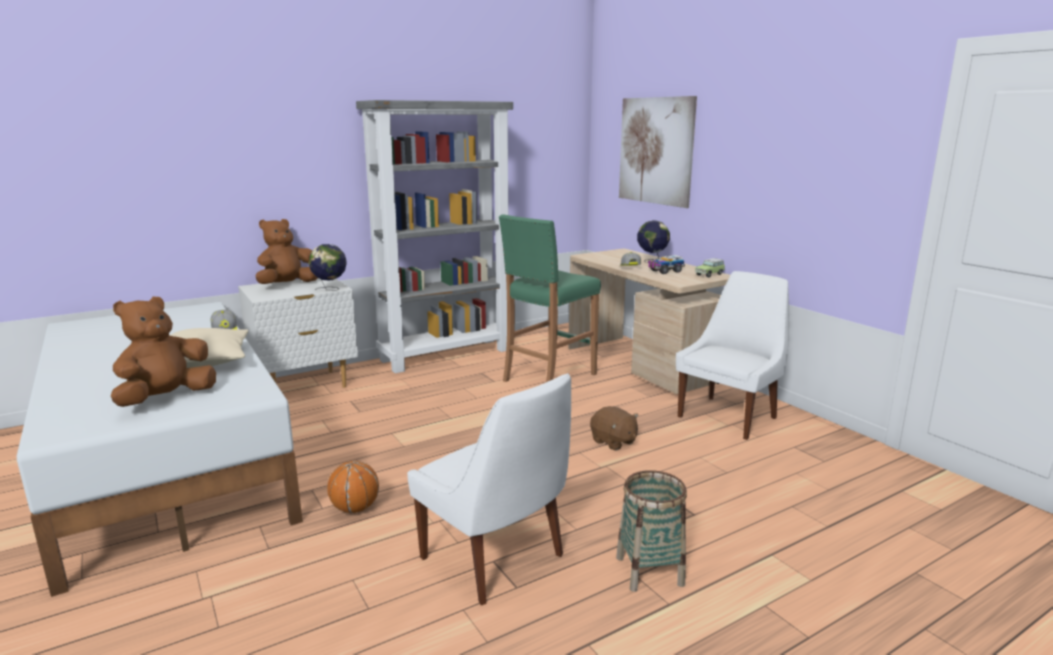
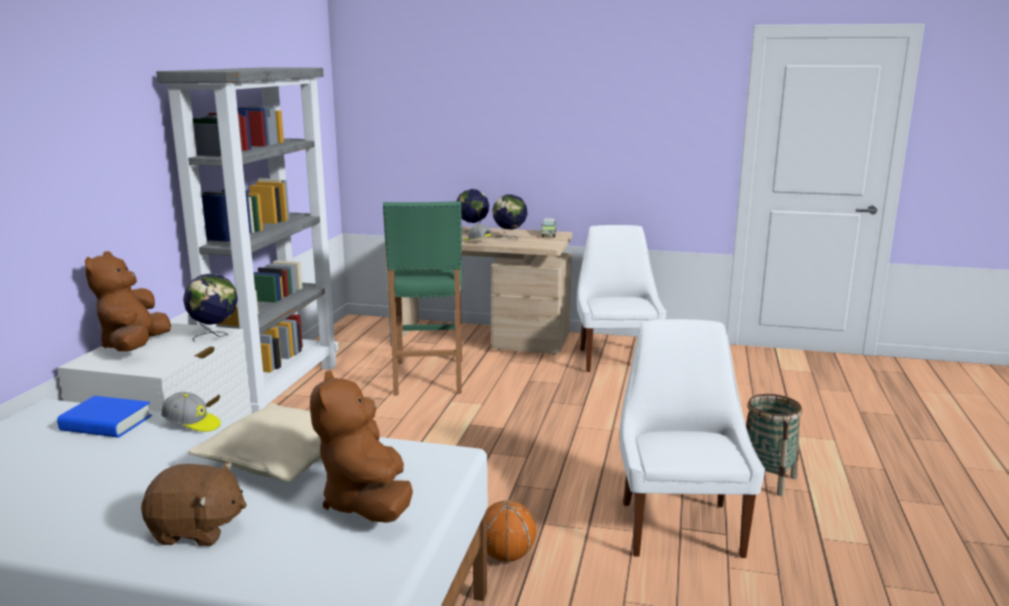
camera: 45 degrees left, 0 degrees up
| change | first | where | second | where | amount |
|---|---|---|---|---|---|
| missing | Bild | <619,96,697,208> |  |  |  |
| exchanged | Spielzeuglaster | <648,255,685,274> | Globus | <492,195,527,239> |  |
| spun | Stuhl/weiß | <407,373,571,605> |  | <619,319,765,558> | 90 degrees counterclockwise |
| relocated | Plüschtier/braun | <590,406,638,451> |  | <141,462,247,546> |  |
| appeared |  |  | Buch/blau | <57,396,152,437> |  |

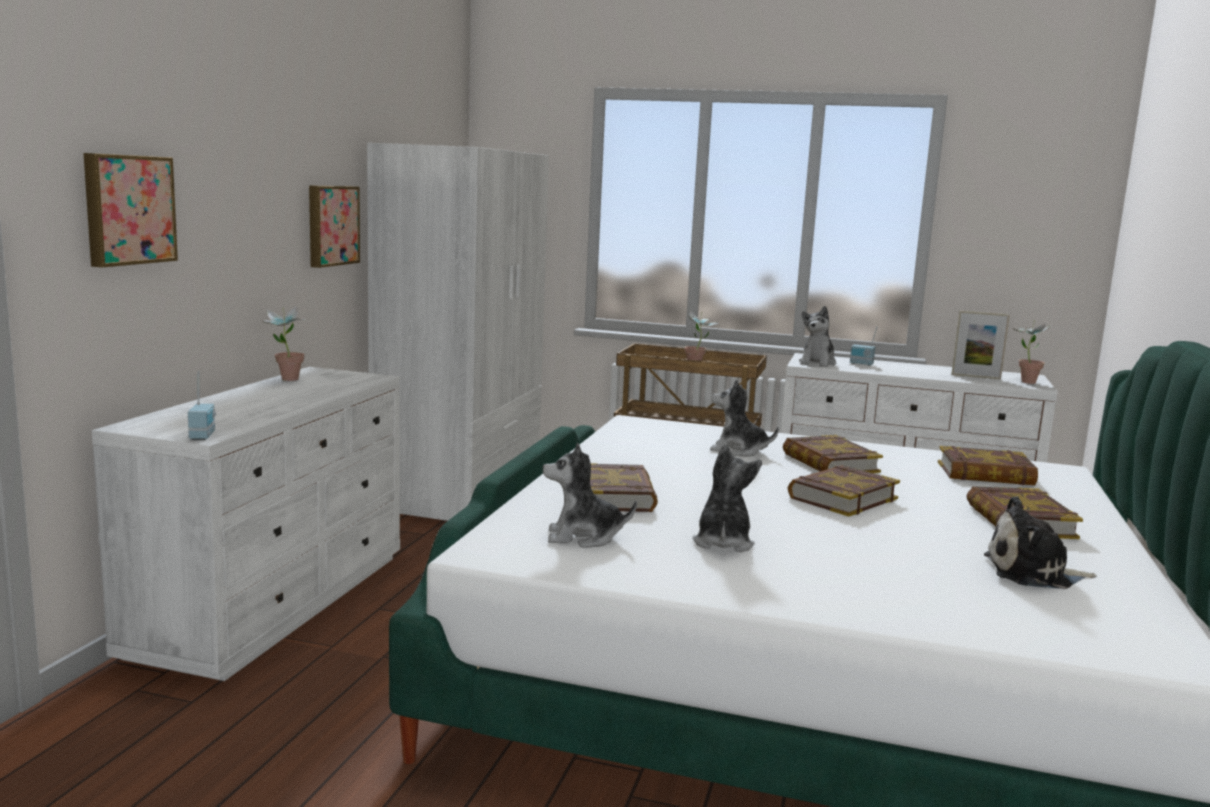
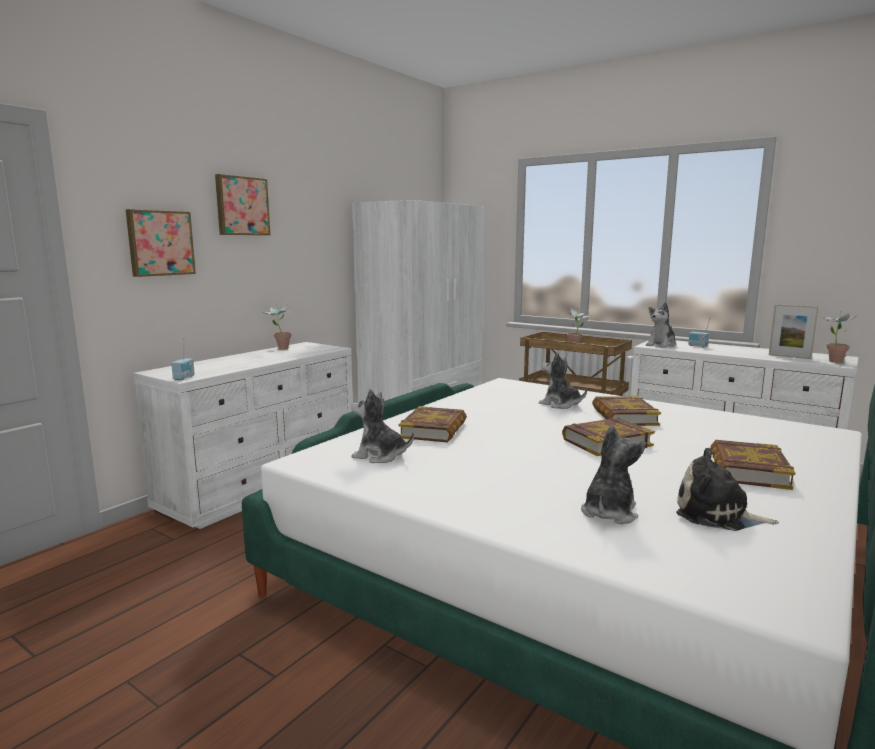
camera: 20 degrees right, 0 degrees up
| change | first | where | second | where | amount |
|---|---|---|---|---|---|
| relocated | Bild | <309,185,360,268> |  | <215,174,270,235> |  |
| relocated | Plüschtier | <692,444,762,552> |  | <581,425,646,524> |  |
| missing | Buch | <938,446,1038,485> |  |  |  |

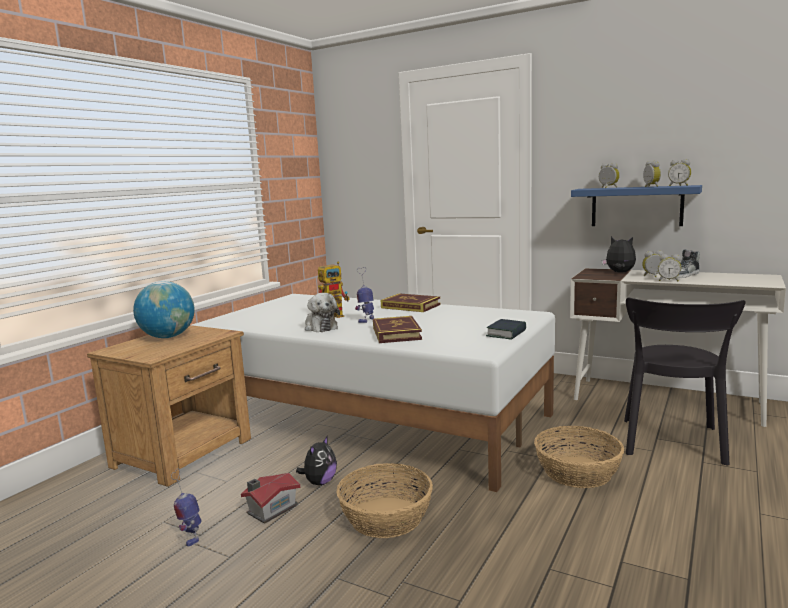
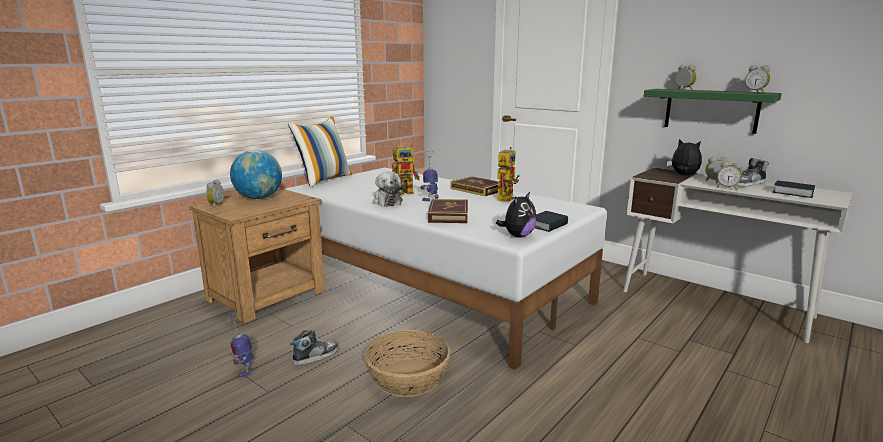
camera: 10 degrees right, 5 degrees up
| change | first | where | second | where | amount |
|---|---|---|---|---|---|
| relocated | Wecker | <643,161,661,187> |  | <206,180,224,208> |  |
| colour | Wandregal/blau | <571,185,702,226> | Wandregal/grün | <644,89,782,134> |  |
| missing | Stuhl/schwarz | <624,298,746,466> |  |  |  |
| missing | Korb | <534,426,624,488> |  |  |  |
| relocated | Plüschtier | <296,435,337,485> |  | <496,192,536,238> |  |
| exchanged | Spielzeughaus | <241,473,300,524> | Schuh | <290,330,339,366> |  |
| appeared |  |  | Kissen | <288,116,352,188> |  |
| appeared |  |  | Spielzeugroboter | <497,147,520,202> |  |
| appeared |  |  | Buch | <773,180,815,198> |  |

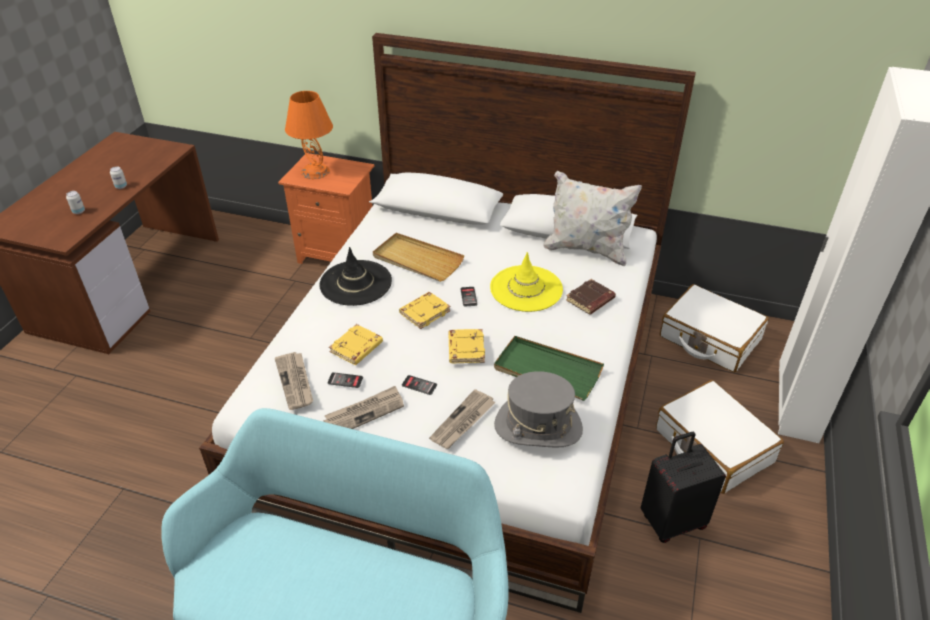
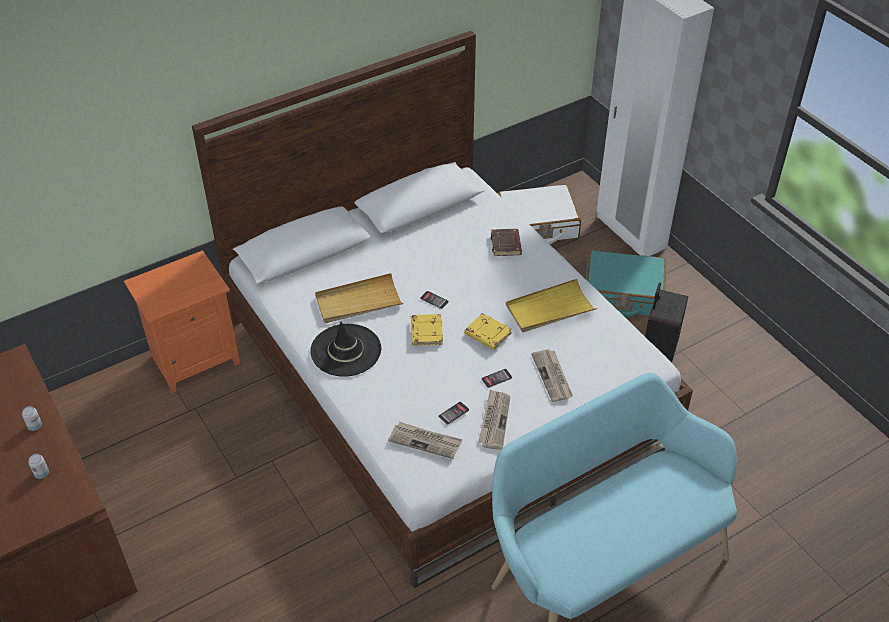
camera: 50 degrees left, 5 degrees up
| change | first | where | second | where | amount |
|---|---|---|---|---|---|
| missing | Tischlampe/orange | <285,91,333,179> |  |  |  |
| missing | Kissen/weiß | <543,171,642,267> |  |  |  |
| missing | Hut/gelb | <490,252,563,312> |  |  |  |
| missing | Buch/gelb | <329,324,383,365> |  |  |  |
| colour | Tablett/grün | <494,336,604,401> | Tablett/gelb | <506,279,597,332> |  |
| missing | Hut/grau | <494,371,583,448> |  |  |  |
| colour | Koffer/weiß | <656,380,784,494> | Koffer/türkis | <586,250,666,317> |  |

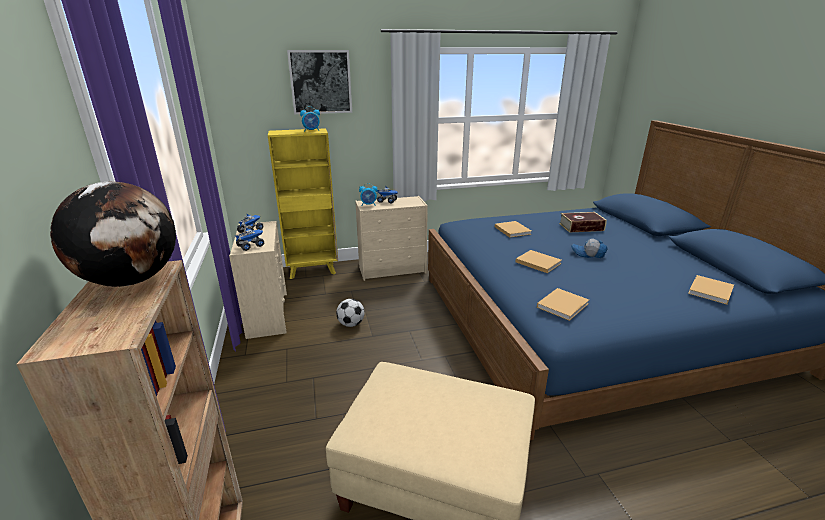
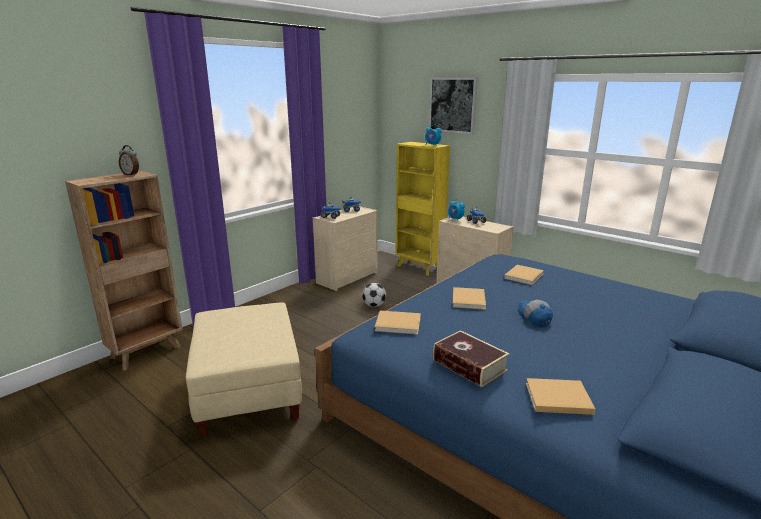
camera: 55 degrees right, 5 degrees down
| change | first | where | second | where | amount |
|---|---|---|---|---|---|
| exchanged | Globus | <50,182,176,287> | Wecker | <119,145,139,176> |  |
| relocated | Buch | <559,212,607,233> |  | <433,330,509,387> |  |

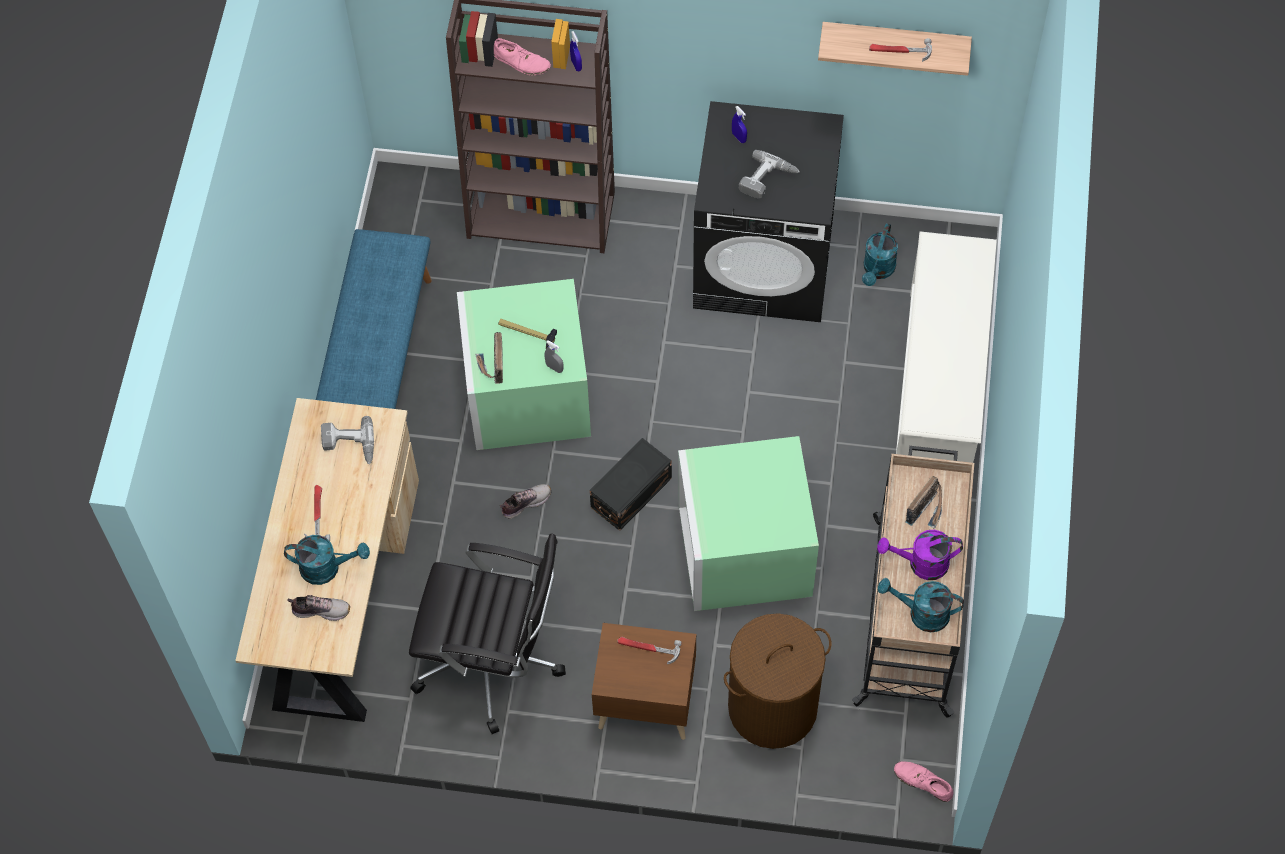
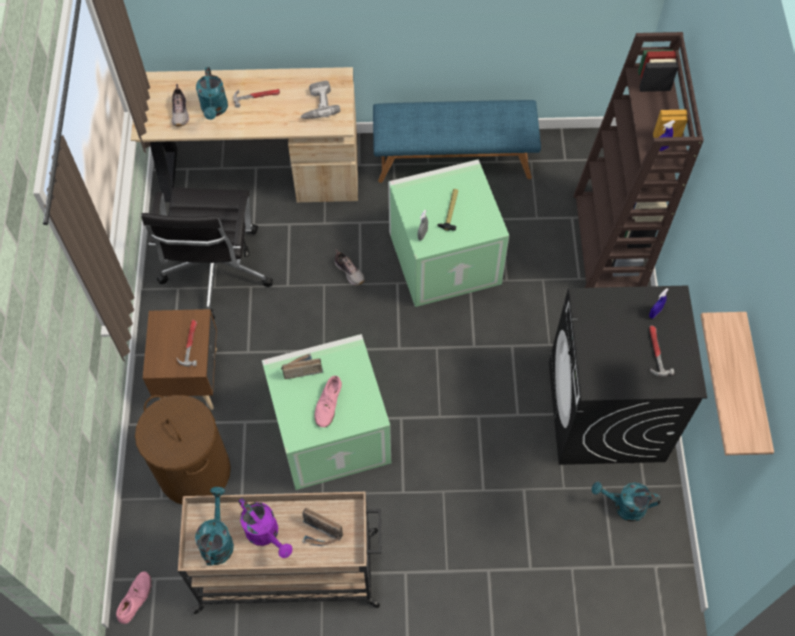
camera: 80 degrees right, 0 degrees up
| change | first | where | second | where | amount |
|---|---|---|---|---|---|
| relocated | Schuh/rosa | <494,38,551,75> |  | <315,376,342,427> |  |
| relocated | Hammer | <869,38,932,62> |  | <649,326,674,377> |  |
| missing | Bohrmaschine | <739,150,800,199> |  |  |  |
| missing | Schuhregal/weiß | <896,231,997,463> |  |  |  |
| relocated | Radio | <476,332,503,384> |  | <281,353,323,379> |  |
| missing | Aufbewahrungsbox/schwarz | <590,438,672,531> |  |  |  |
| spun | Gießkanne/lila | <877,530,963,580> |  | <238,498,292,558> | 150 degrees clockwise |

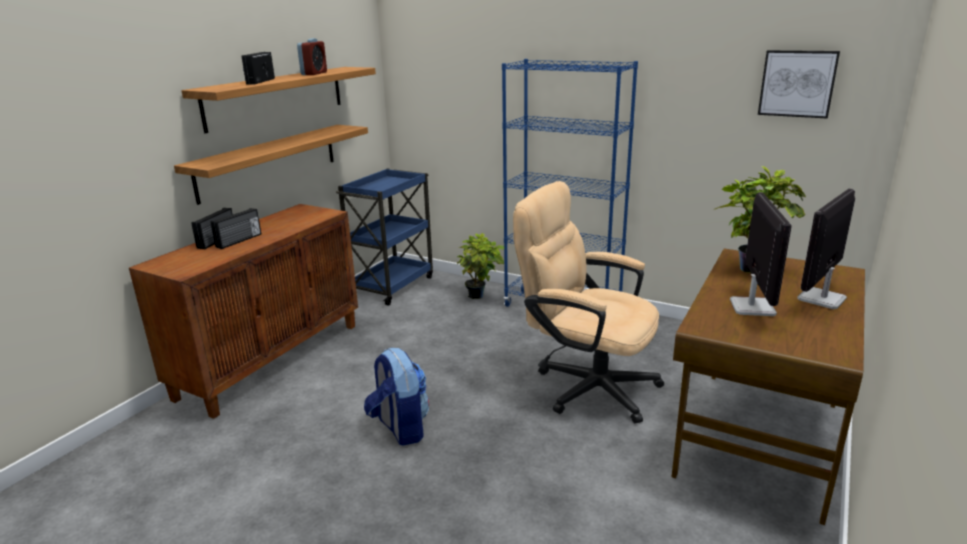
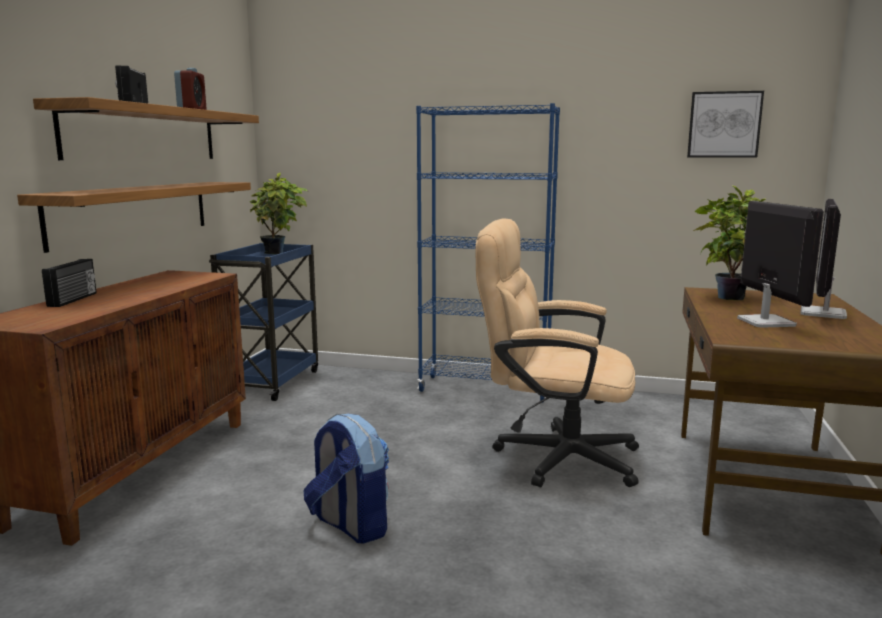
camera: 15 degrees left, 10 degrees down
| change | first | where | second | where | amount |
|---|---|---|---|---|---|
| missing | Radio | <211,208,261,249> |  |  |  |
| relocated | Topfpflanze | <457,233,504,299> |  | <250,172,308,254> |  |

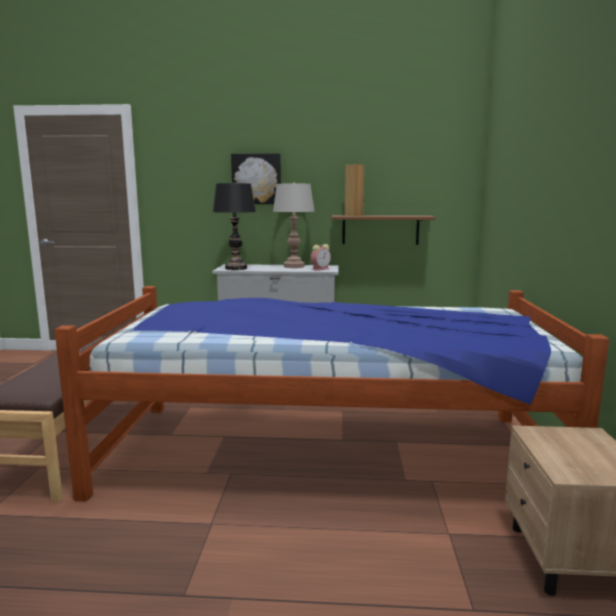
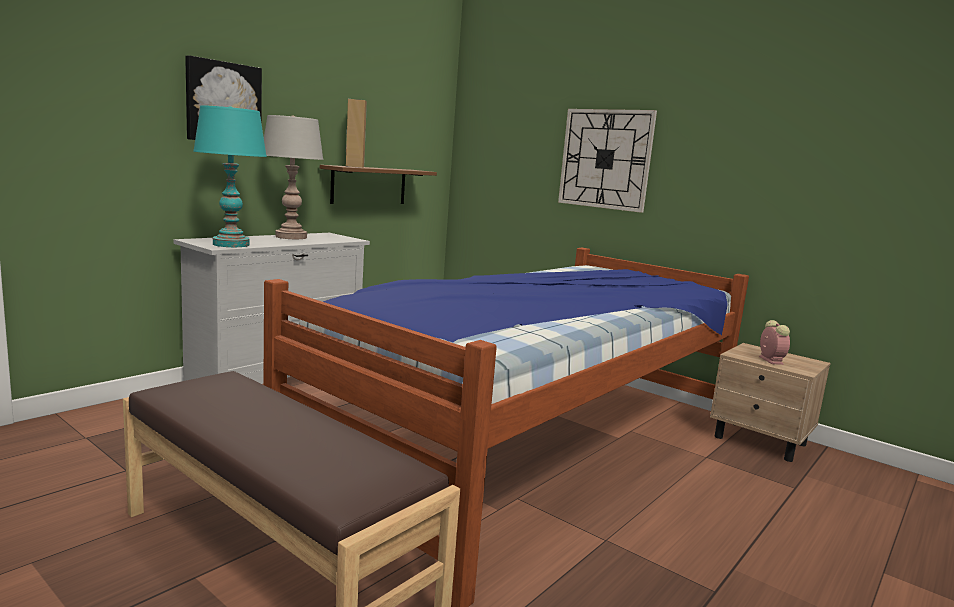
camera: 55 degrees left, 0 degrees up
| change | first | where | second | where | amount |
|---|---|---|---|---|---|
| colour | Tischlampe/schwarz | <213,182,256,270> | Tischlampe/türkis | <193,105,267,247> |  |
| relocated | Wecker | <311,244,331,271> |  | <759,320,790,365> |  |
| appeared |  |  | Wanduhr | <558,109,657,213> |  |

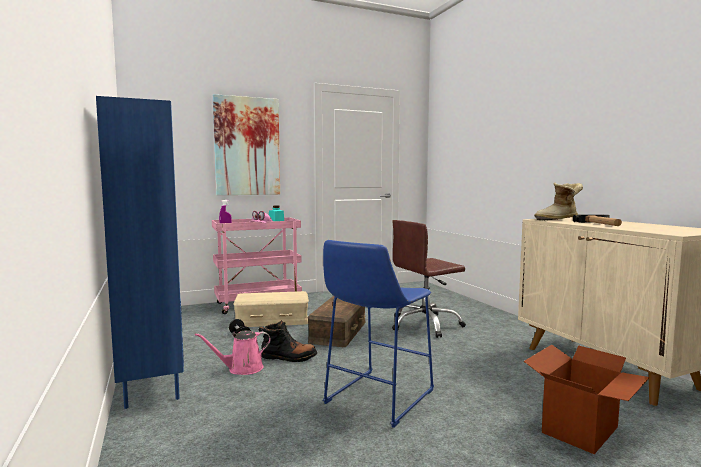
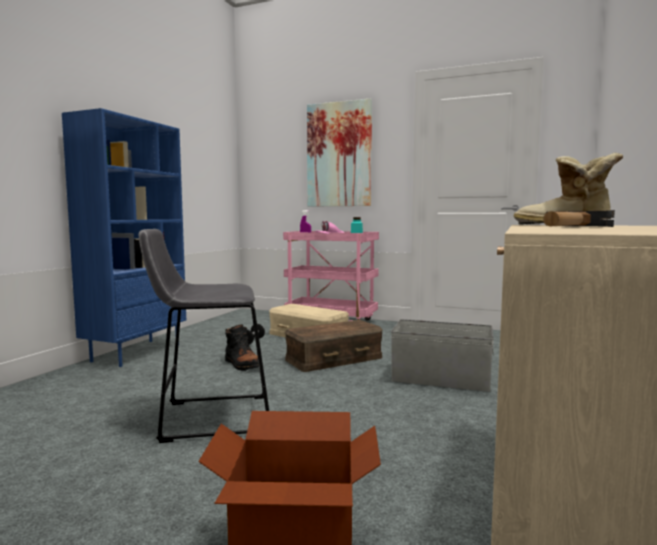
camera: 45 degrees right, 0 degrees up
| change | first | where | second | where | amount |
|---|---|---|---|---|---|
| exchanged | Bürostuhl/braun | <392,220,466,338> | Aufbewahrungsbox/grau | <391,319,494,392> |  |
| colour | Hocker/blau | <323,240,434,428> | Hocker/grau | <139,229,269,443> |  |
| missing | Gießkanne/rosa | <195,330,271,375> |  |  |  |

